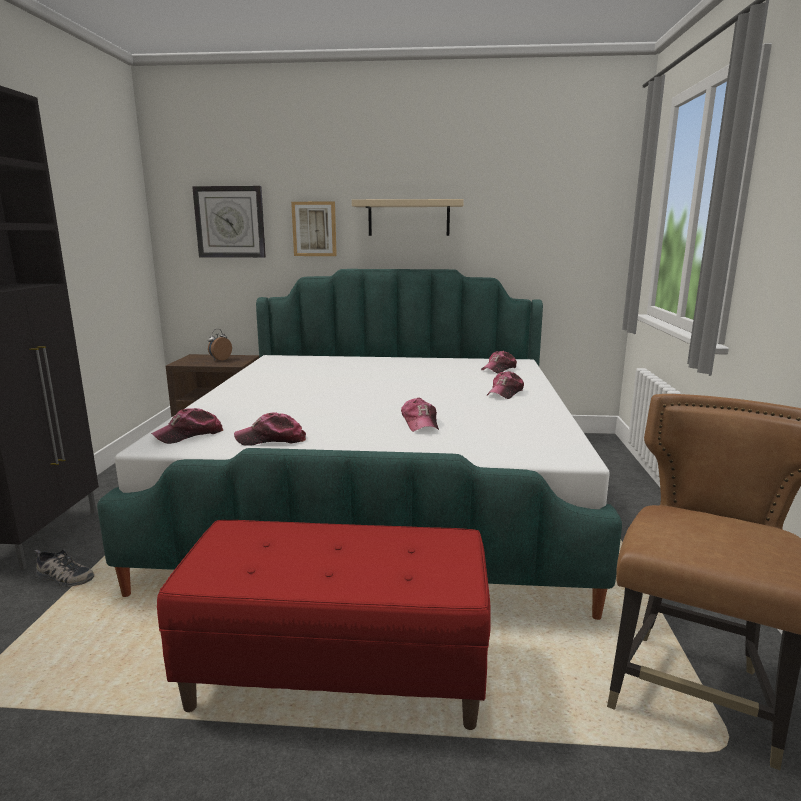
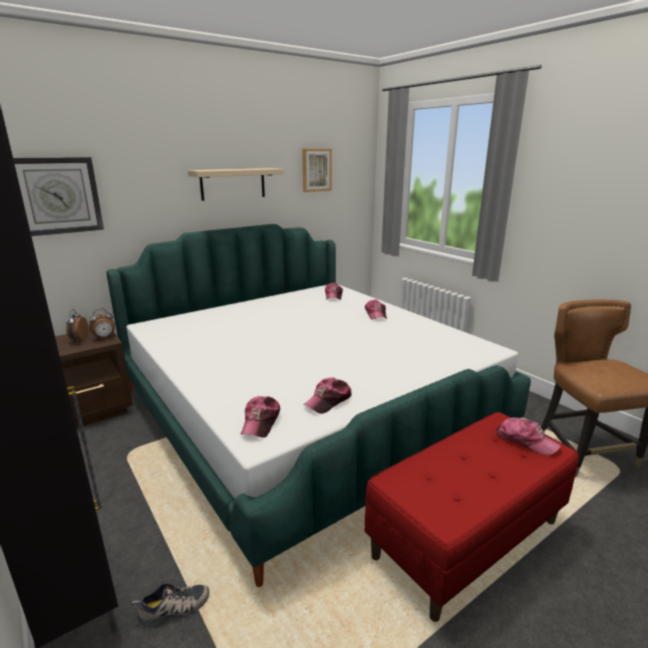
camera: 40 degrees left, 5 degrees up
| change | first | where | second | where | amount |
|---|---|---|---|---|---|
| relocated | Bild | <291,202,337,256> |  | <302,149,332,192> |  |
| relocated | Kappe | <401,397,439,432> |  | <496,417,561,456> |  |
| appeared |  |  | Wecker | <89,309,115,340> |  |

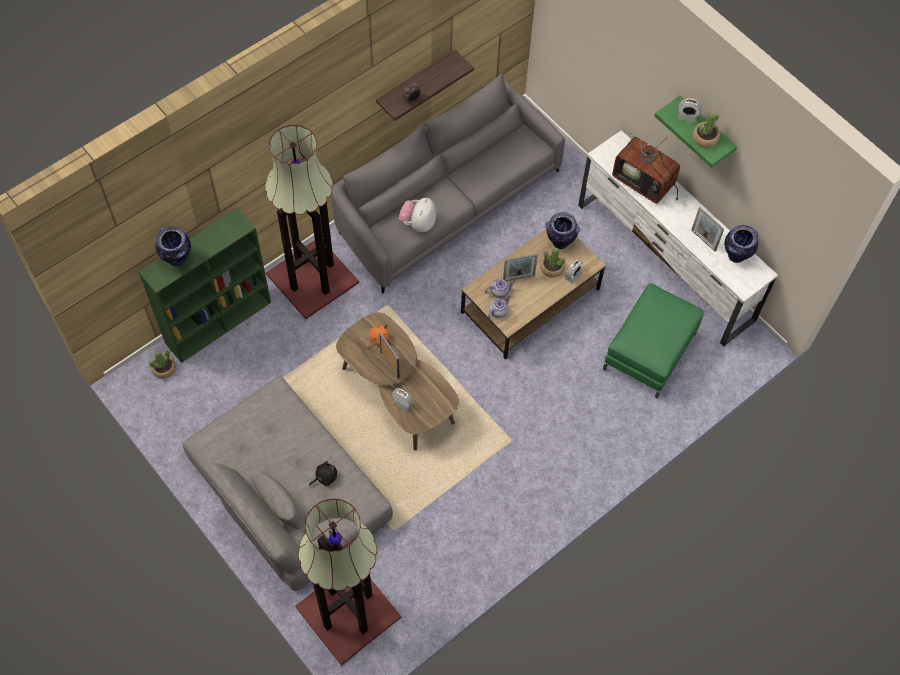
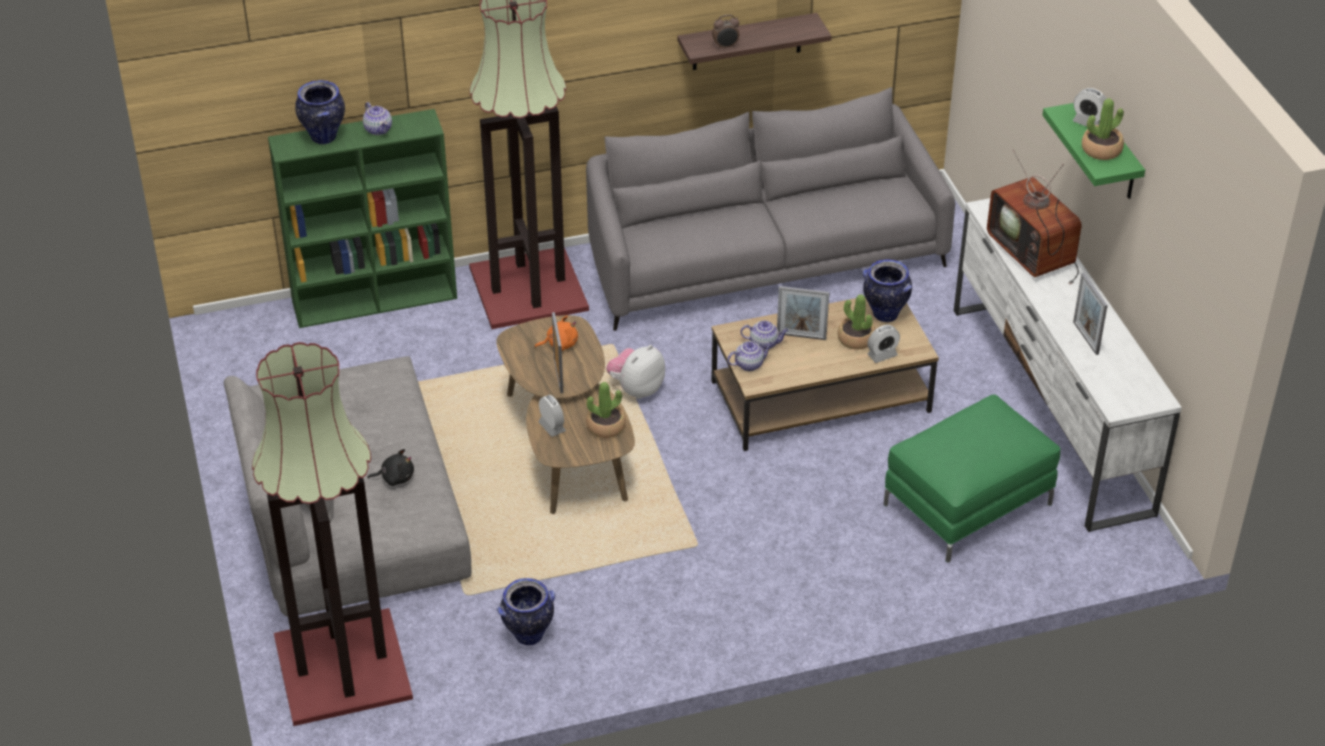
camera: 25 degrees right, 20 degrees down
| change | first | where | second | where | amount |
|---|---|---|---|---|---|
| relocated | Plüschtier | <399,198,436,232> |  | <606,345,665,399> |  |
| relocated | Vase | <724,225,758,263> |  | <497,578,555,645> |  |
| relocated | Topfpflanze | <149,351,176,379> |  | <586,382,626,438> |  |
| appeared |  |  | Teekanne | <363,102,392,135> |  |

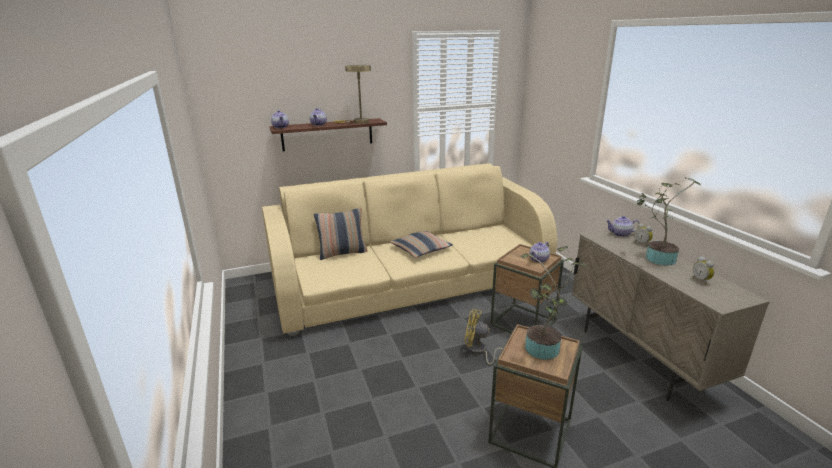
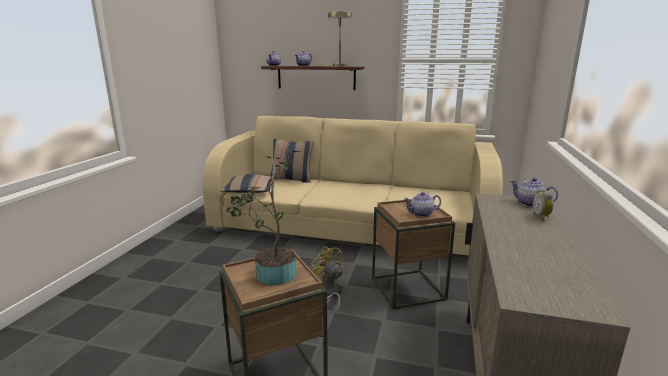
camera: 35 degrees right, 5 degrees down
| change | first | where | second | where | amount |
|---|---|---|---|---|---|
| missing | Topfpflanze | <637,178,701,266> |  |  |  |
| relocated | Kissen | <389,231,453,258> |  | <220,174,276,193> |  |
| missing | Wecker | <693,256,714,285> |  |  |  |

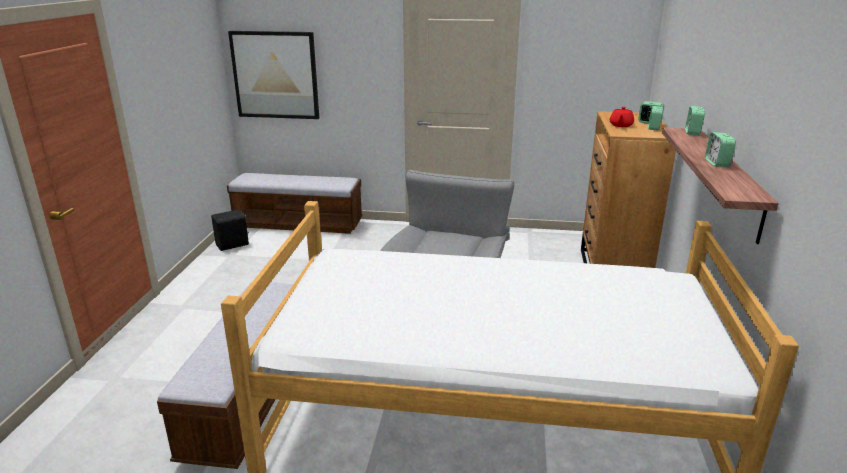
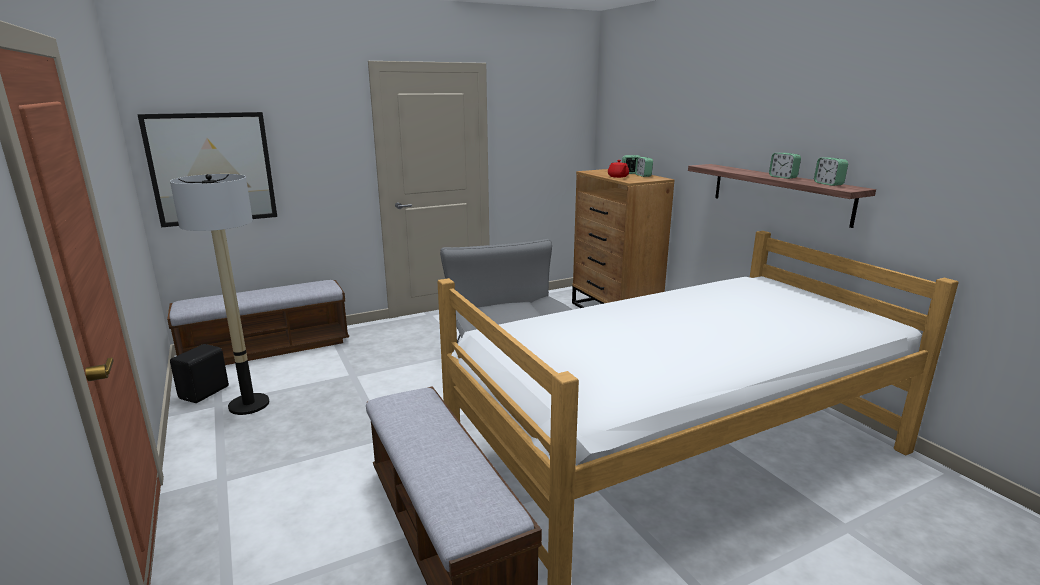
camera: 35 degrees left, 5 degrees down
| change | first | where | second | where | amount |
|---|---|---|---|---|---|
| relocated | Wecker | <685,106,705,135> |  | <814,157,848,186> |  |
| appeared |  |  | Stehlampe | <170,174,269,415> |  |

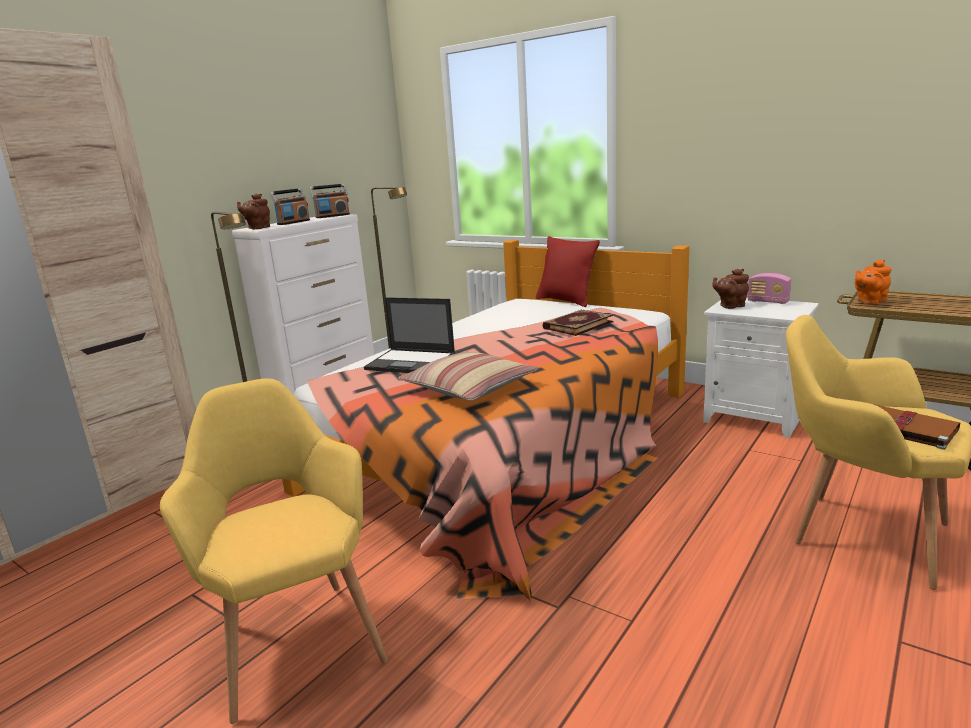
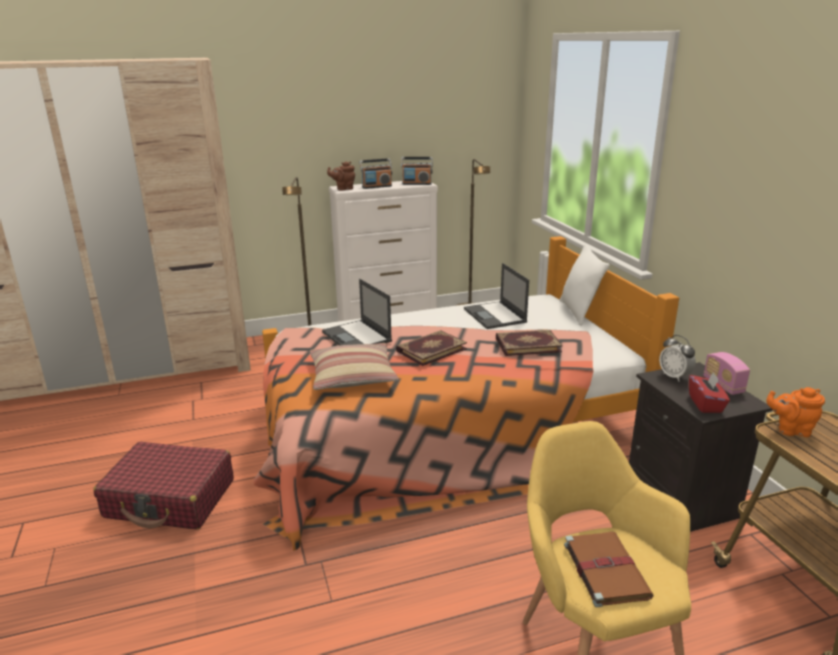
camera: 35 degrees right, 5 degrees up
| change | first | where | second | where | amount |
|---|---|---|---|---|---|
| colour | Kissen/rot | <536,236,600,307> | Kissen/weiß | <560,244,610,326> |  |
| exchanged | Teekanne/braun | <713,269,749,309> | Wecker | <659,335,696,382> |  |
| colour | Nachttisch/weiß | <703,298,819,438> | Nachttisch/schwarz | <629,362,773,532> |  |
| exchanged | Sessel/gelb | <160,378,388,724> | Koffer/rot | <94,442,234,529> |  |
| appeared |  |  | Laptop | <464,263,529,329> |  |
| appeared |  |  | Buch | <396,330,467,366> |  |
| appeared |  |  | Taschentuchbox/rot | <689,371,730,413> |  |

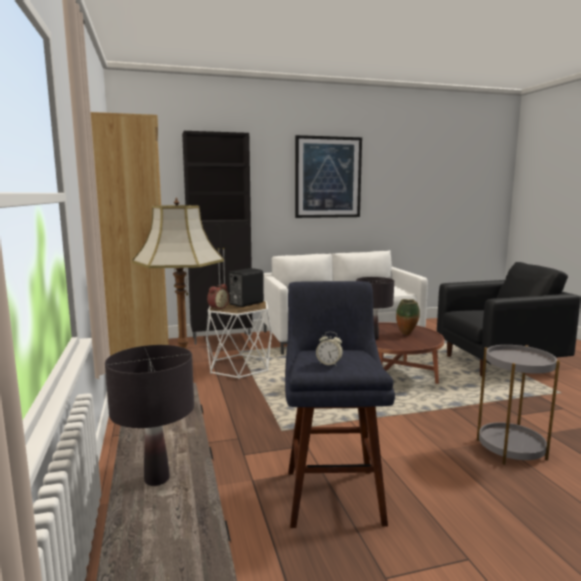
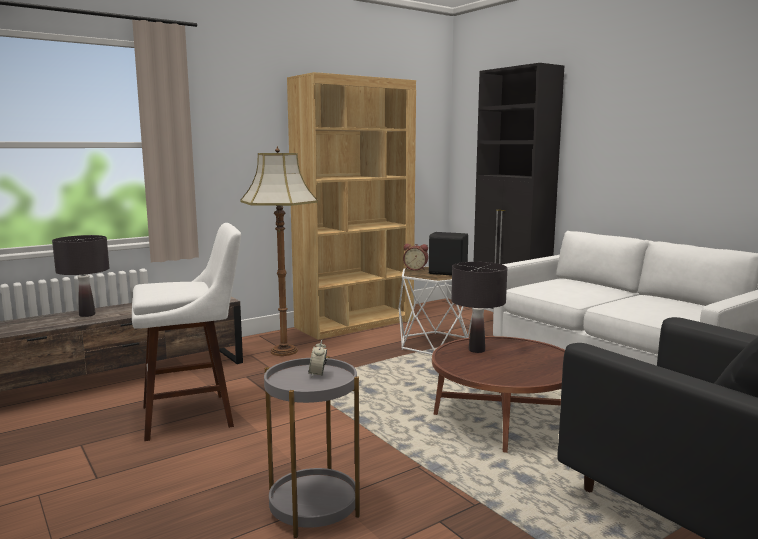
camera: 70 degrees right, 0 degrees up
| change | first | where | second | where | amount |
|---|---|---|---|---|---|
| missing | Bild | <295,135,362,218> |  |  |  |
| colour | Hocker/blau | <285,281,395,528> | Hocker/weiß | <132,223,241,441> |  |
| missing | Vase | <396,299,420,335> |  |  |  |
| relocated | Wecker | <316,332,343,366> |  | <309,340,327,377> |  |

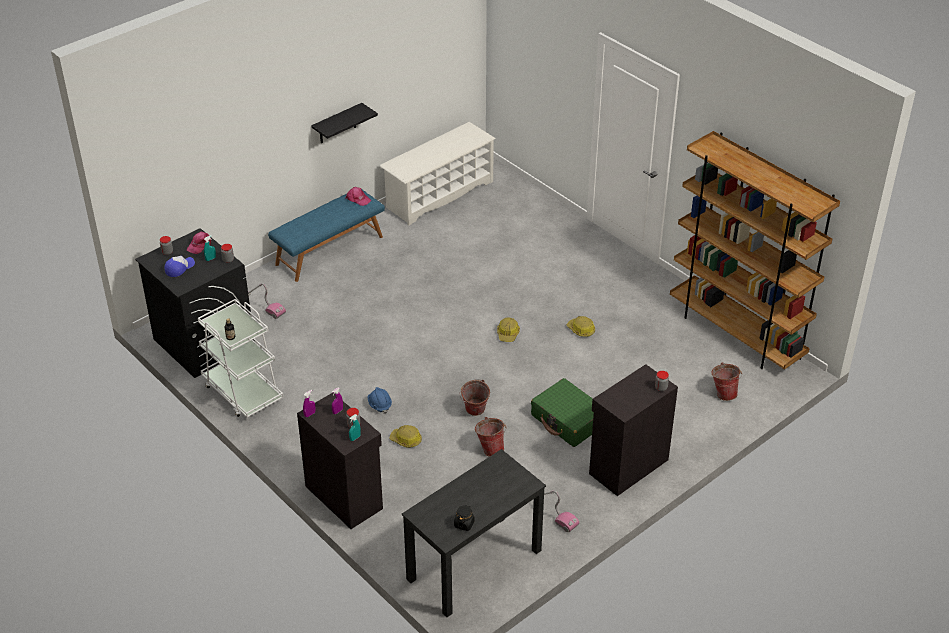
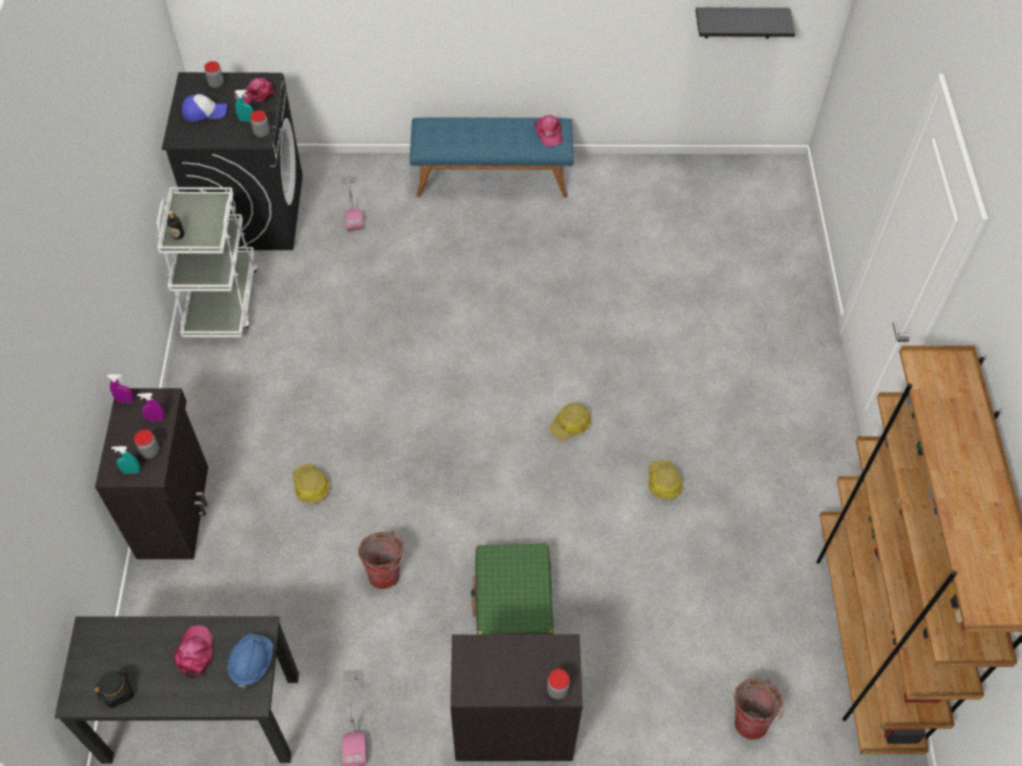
camera: 40 degrees right, 15 degrees up
| change | first | where | second | where | amount |
|---|---|---|---|---|---|
| relocated | Wandregal/schwarz | <311,103,378,143> |  | <696,7,795,39> |  |
| missing | Schuhregal/weiß | <380,122,496,226> |  |  |  |
| missing | Eimer | <460,379,490,416> |  |  |  |
| relocated | Schutzhelm/blau | <368,387,392,414> |  | <228,634,273,688> |  |
| appeared |  |  | Kappe/rosa | <173,625,213,679> |  |

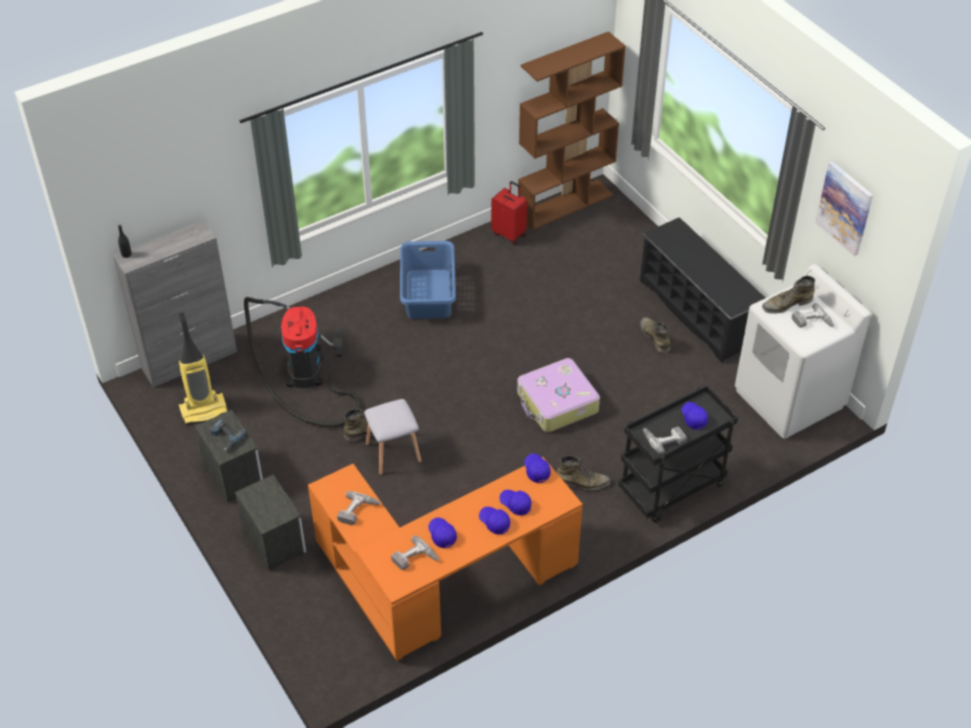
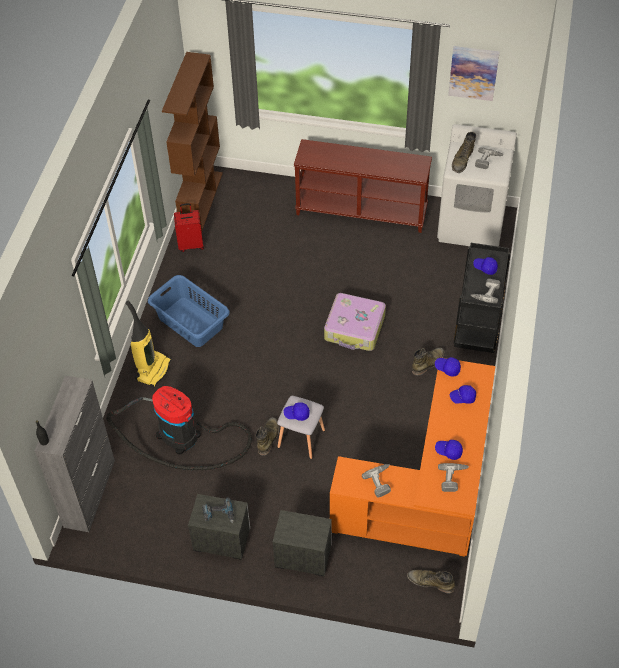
camera: 45 degrees left, 5 degrees up
| change | first | where | second | where | amount |
|---|---|---|---|---|---|
| exchanged | Schuhregal/schwarz | <640,217,765,363> | Konsolentisch/braun | <294,139,432,233> |  |
| relocated | Staubsauger | <178,311,229,425> |  | <126,301,171,388> |  |
| relocated | Stiefel/grün | <640,317,670,353> |  | <407,570,455,594> |  |
| relocated | Kappe/blau | <479,507,510,534> |  | <283,402,310,421> |  |

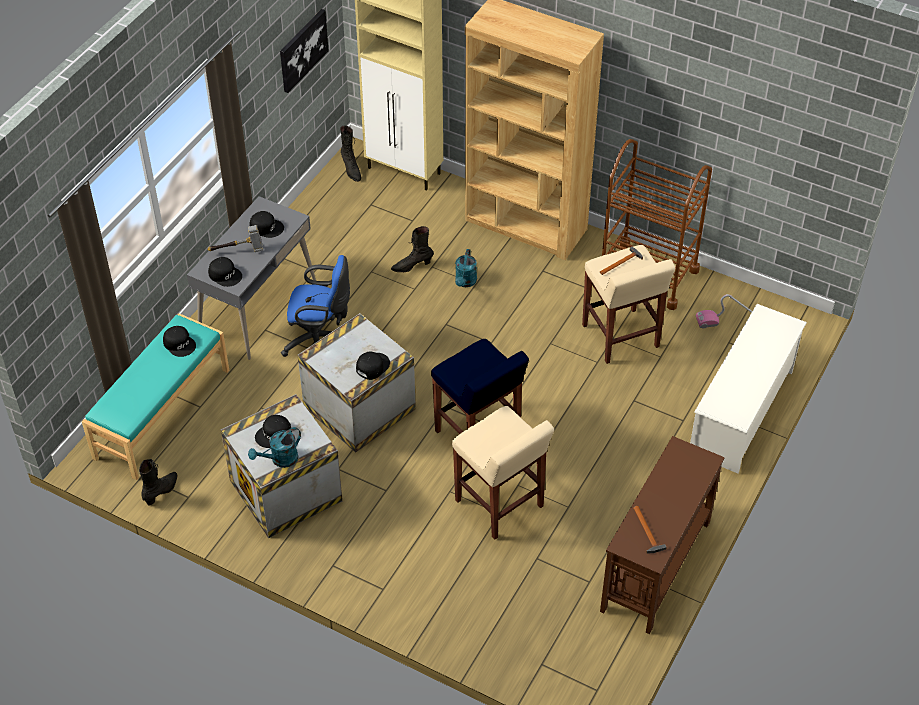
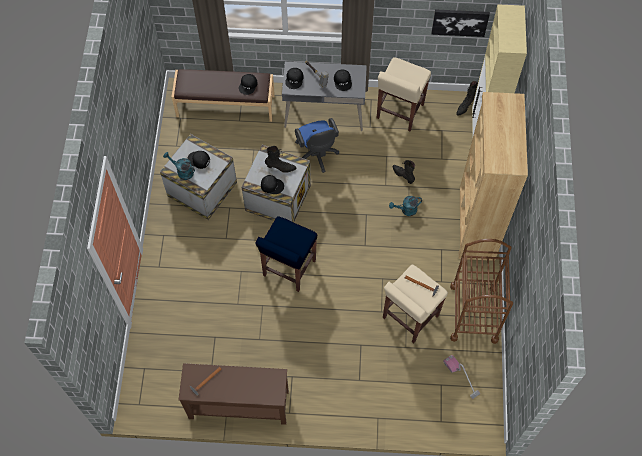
camera: 65 degrees right, 15 degrees up
| change | first | where | second | where | amount |
|---|---|---|---|---|---|
| missing | Schuhregal/weiß | <690,304,807,473> |  |  |  |
| colour | Bank/türkis | <82,313,230,480> | Bank/braun | <171,69,275,122> |  |
| relocated | Hocker/beige | <452,406,554,539> |  | <377,57,431,131> |  |
| relocated | Stiefel/schwarz | <139,459,177,506> |  | <265,146,297,173> |  |

